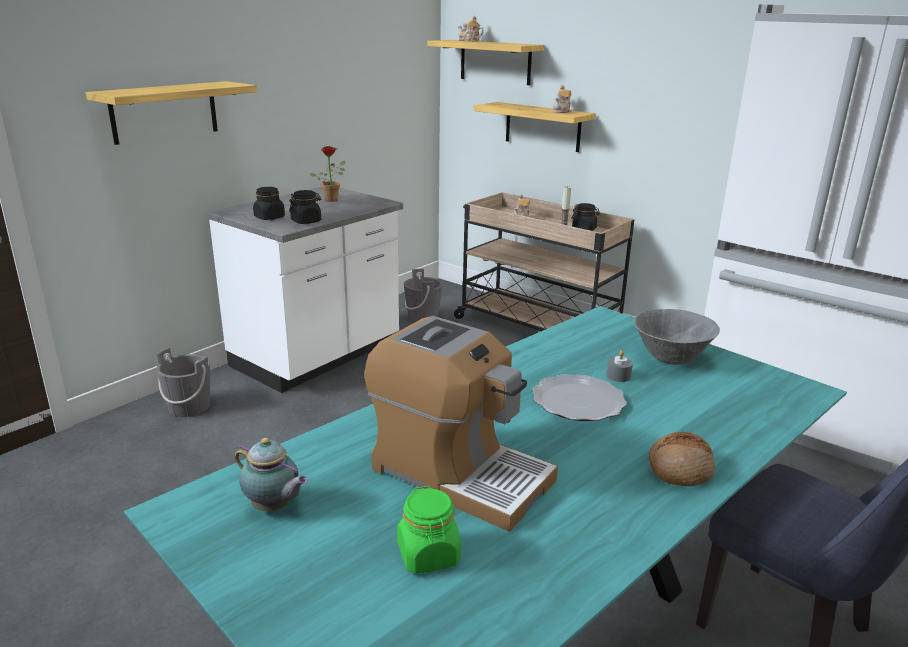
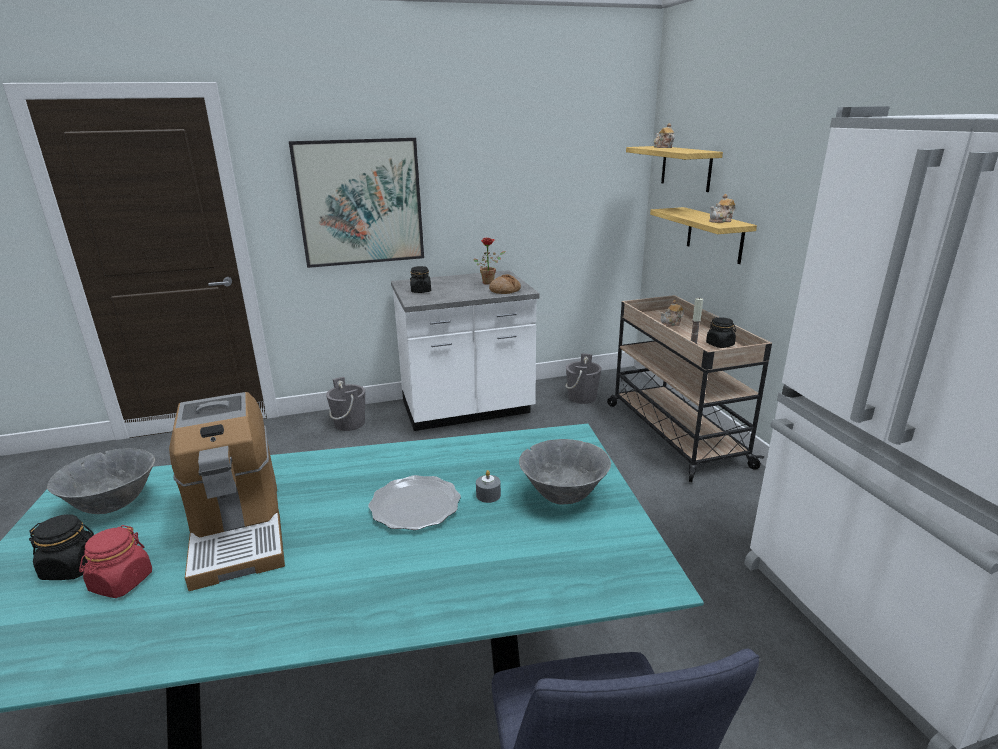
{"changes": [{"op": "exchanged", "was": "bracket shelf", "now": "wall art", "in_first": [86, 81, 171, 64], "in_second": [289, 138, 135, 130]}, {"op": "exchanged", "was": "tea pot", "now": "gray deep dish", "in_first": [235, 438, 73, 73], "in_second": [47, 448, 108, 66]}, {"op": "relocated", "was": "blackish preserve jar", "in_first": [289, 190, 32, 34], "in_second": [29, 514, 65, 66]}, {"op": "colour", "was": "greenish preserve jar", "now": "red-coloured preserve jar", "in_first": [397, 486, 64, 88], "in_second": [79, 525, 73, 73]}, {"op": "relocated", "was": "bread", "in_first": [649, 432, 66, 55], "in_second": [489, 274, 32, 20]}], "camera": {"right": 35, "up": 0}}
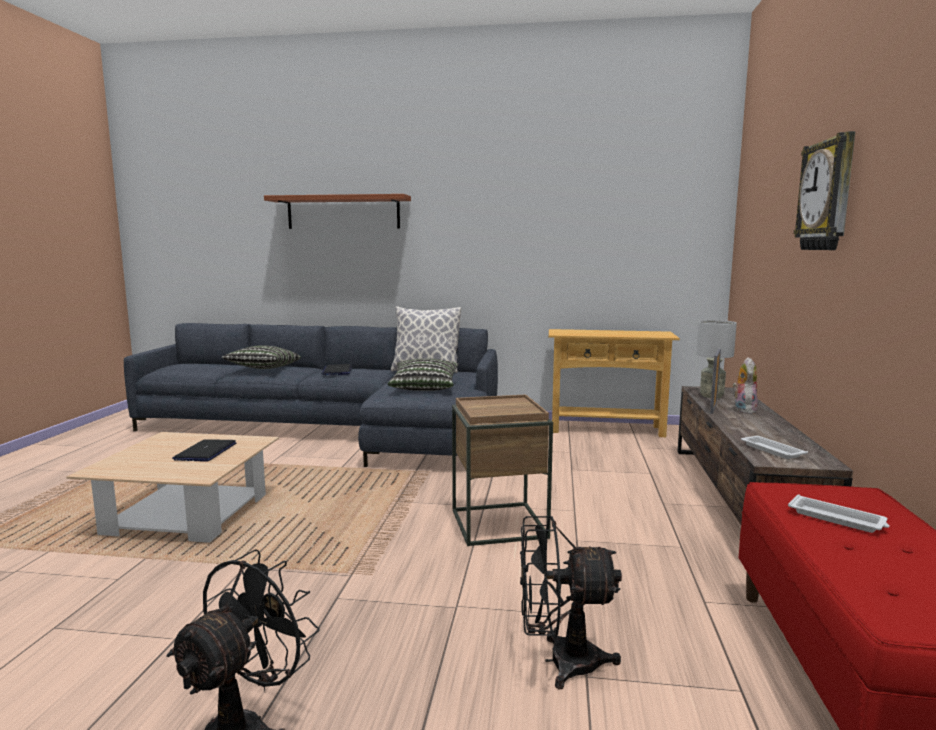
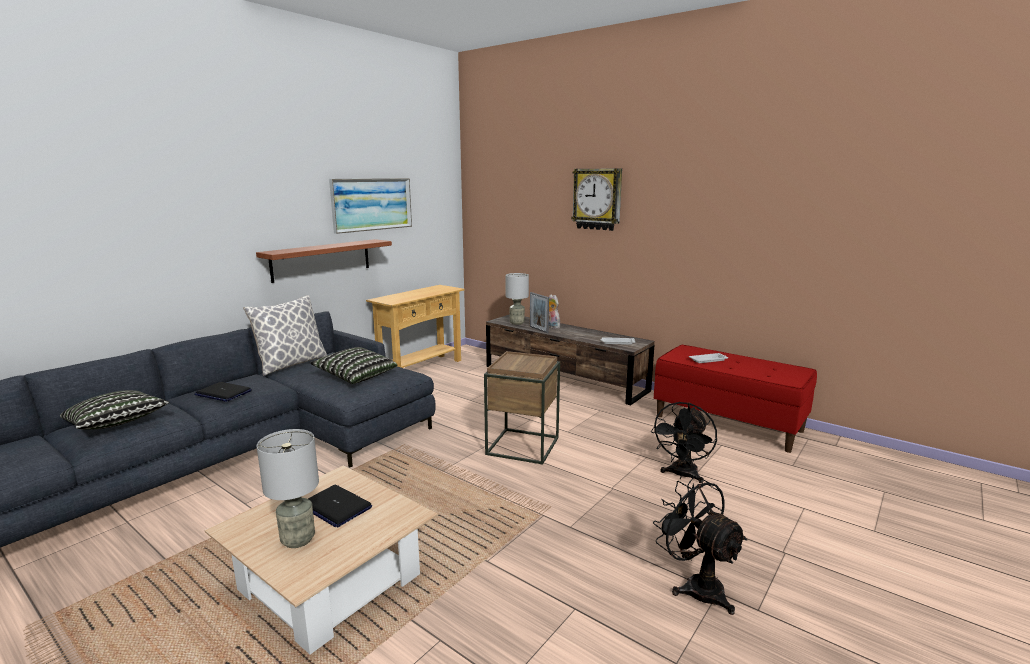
{"changes": [{"op": "relocated", "was": "bracket shelf", "in_first": [264, 194, 147, 35], "in_second": [256, 239, 136, 44]}, {"op": "appeared", "now": "gray table lamp", "in_second": [257, 429, 62, 119]}, {"op": "appeared", "now": "wall art", "in_second": [329, 178, 83, 56]}], "camera": {"right": -60, "up": 5}}
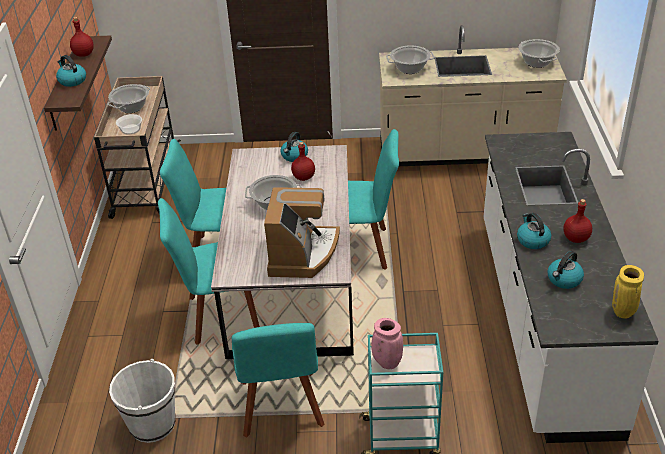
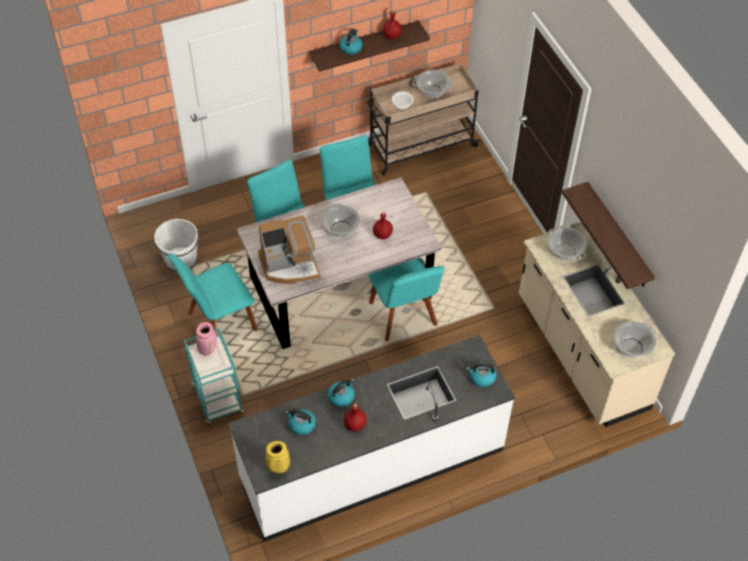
{"changes": [{"op": "relocated", "was": "tea kettle", "in_first": [280, 132, 28, 30], "in_second": [466, 363, 30, 24]}, {"op": "appeared", "now": "bracket shelf", "in_second": [562, 182, 93, 107]}], "camera": {"right": 65, "up": 15}}
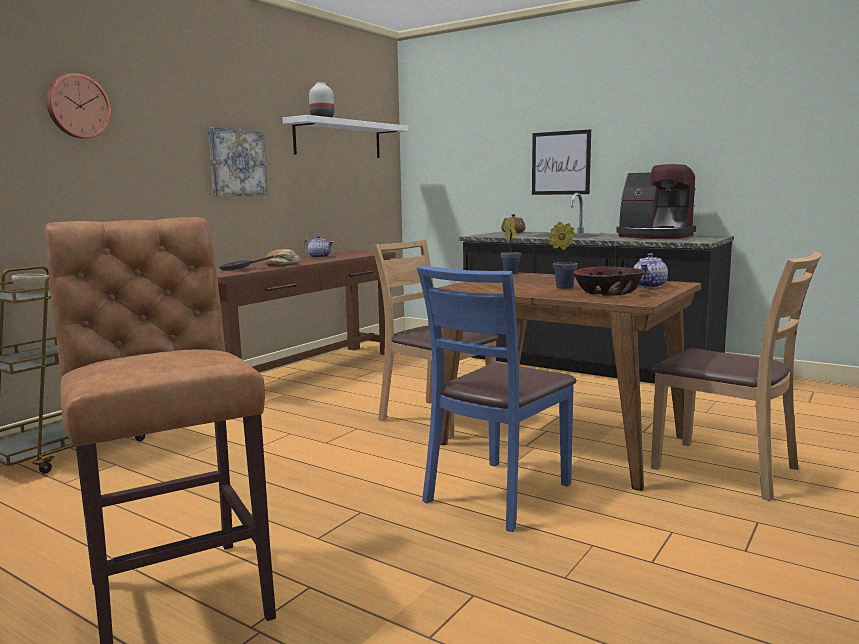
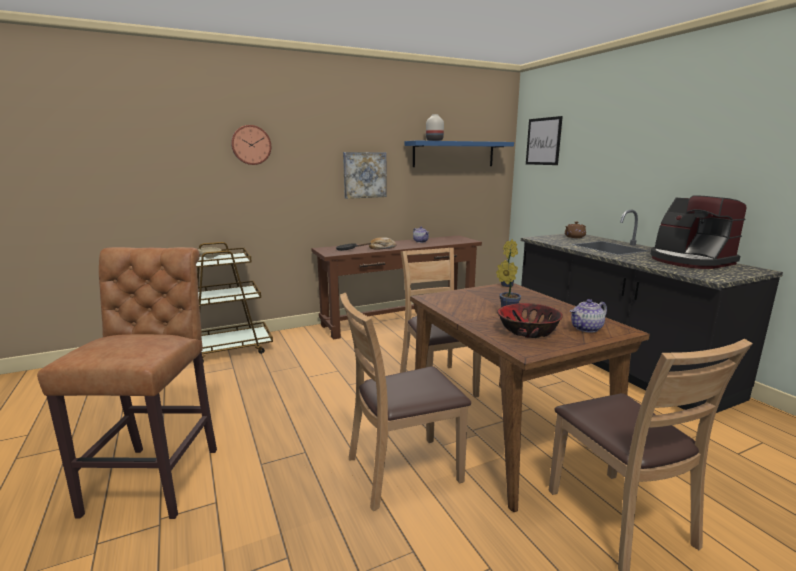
{"changes": [{"op": "colour", "was": "white bracket shelf", "now": "bluish bracket shelf", "in_first": [282, 115, 126, 43], "in_second": [405, 140, 109, 27]}, {"op": "colour", "was": "bluish upright chair", "now": "brownish upright chair", "in_first": [417, 265, 160, 267], "in_second": [340, 293, 131, 218]}, {"op": "relocated", "was": "wall art", "in_first": [532, 129, 59, 66], "in_second": [526, 116, 37, 49]}], "camera": {"right": 30, "up": 5}}
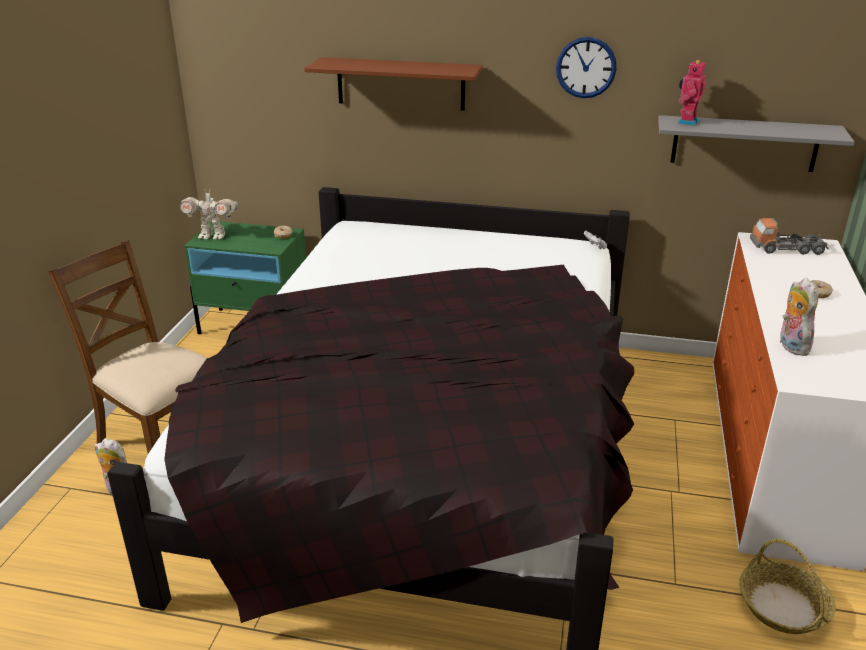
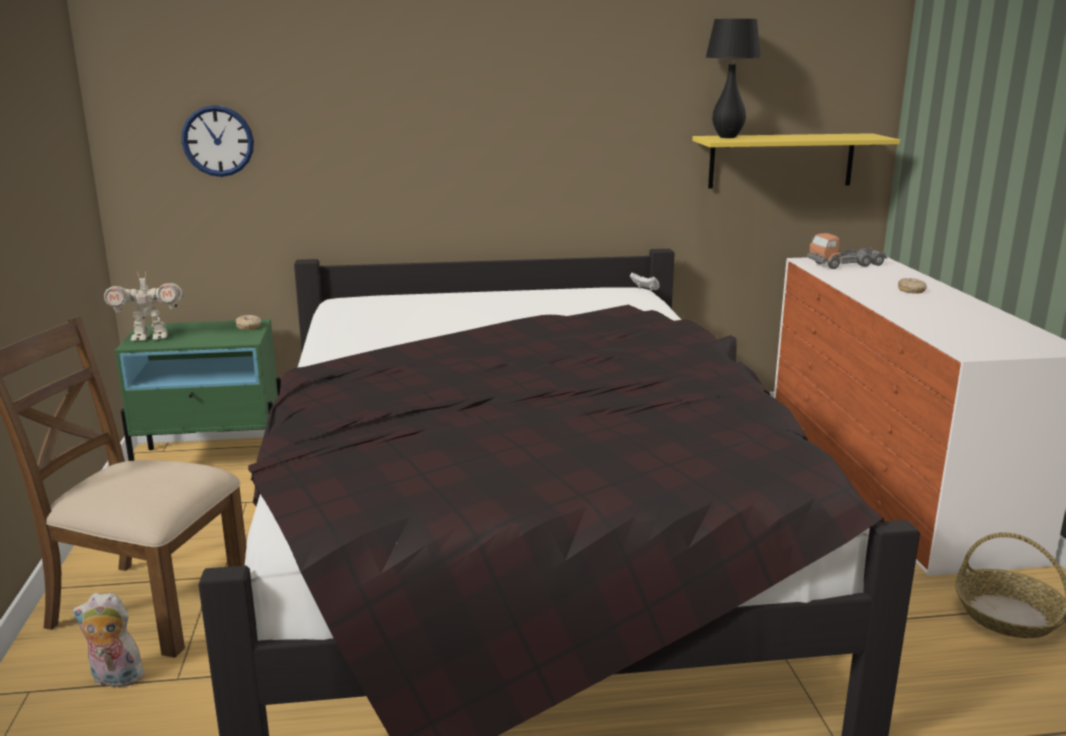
{"changes": [{"op": "missing", "was": "brownish bracket shelf", "in_first": [304, 57, 179, 54]}, {"op": "relocated", "was": "hanging clock", "in_first": [556, 37, 60, 61], "in_second": [181, 105, 73, 72]}, {"op": "colour", "was": "gray bracket shelf", "now": "yellow-coloured bracket shelf", "in_first": [658, 115, 197, 57], "in_second": [692, 133, 208, 55]}, {"op": "exchanged", "was": "toy robot", "now": "blackish table lamp", "in_first": [678, 59, 28, 67], "in_second": [706, 19, 55, 119]}, {"op": "missing", "was": "cuddly toy", "in_first": [780, 278, 38, 78]}], "camera": {"right": -20, "up": -10}}
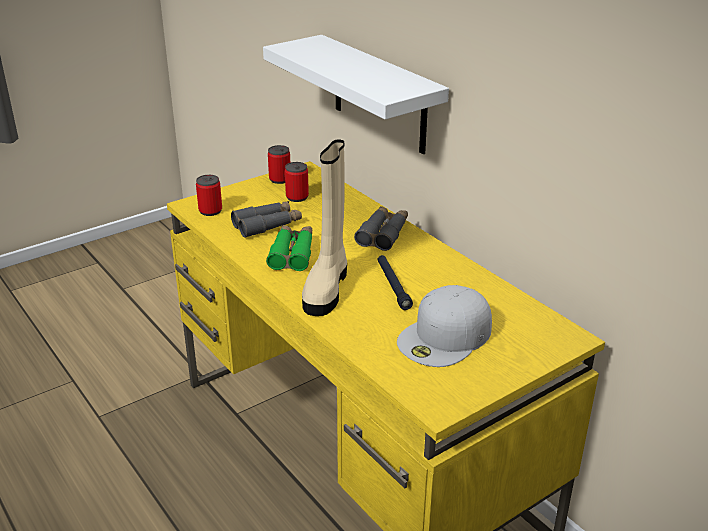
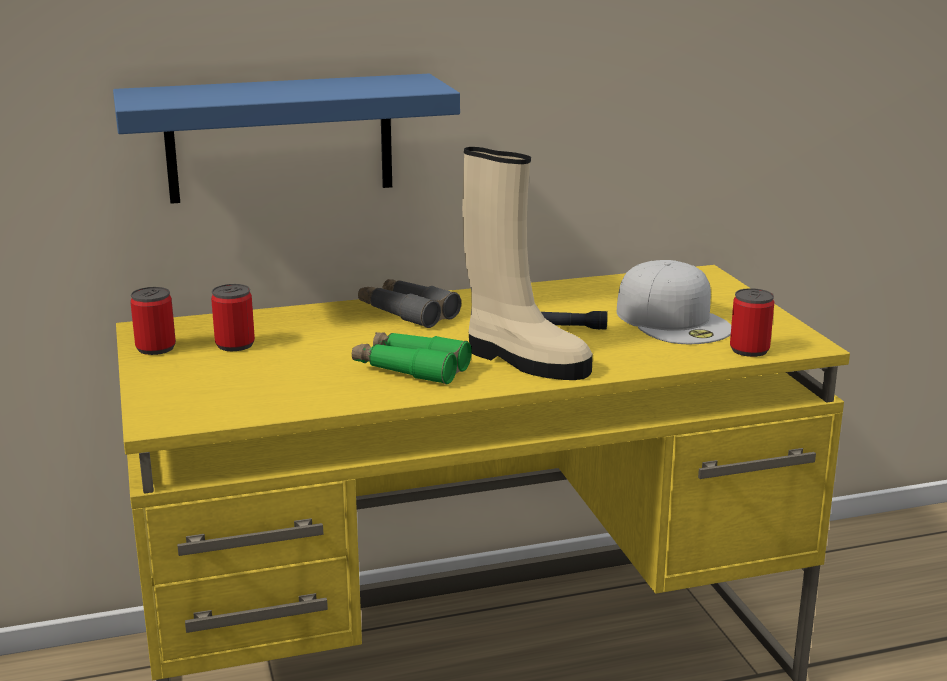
{"changes": [{"op": "relocated", "was": "can", "in_first": [196, 175, 26, 41], "in_second": [730, 288, 44, 69]}, {"op": "missing", "was": "gray pair of binoculars", "in_first": [231, 201, 71, 37]}, {"op": "colour", "was": "white bracket shelf", "now": "bluish bracket shelf", "in_first": [263, 35, 186, 119], "in_second": [113, 74, 347, 130]}], "camera": {"right": -70, "up": -10}}
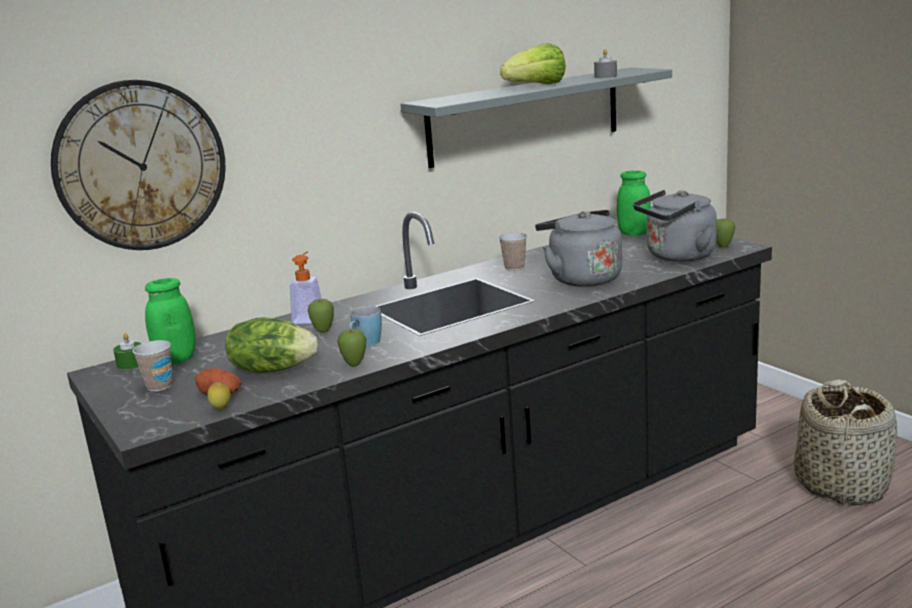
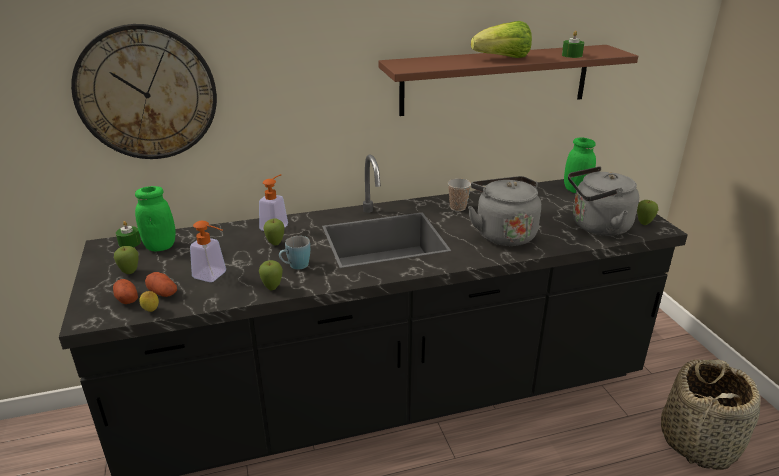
{"changes": [{"op": "exchanged", "was": "small cup", "now": "apple fruit", "in_first": [132, 340, 40, 52], "in_second": [114, 246, 24, 28]}, {"op": "exchanged", "was": "lettuce", "now": "soap dispenser", "in_first": [225, 317, 93, 56], "in_second": [190, 221, 36, 61]}, {"op": "colour", "was": "gray bracket shelf", "now": "brownish bracket shelf", "in_first": [400, 67, 272, 101], "in_second": [379, 45, 259, 71]}, {"op": "colour", "was": "gray wax light", "now": "greenish wax light", "in_first": [594, 49, 23, 29], "in_second": [562, 31, 22, 27]}, {"op": "appeared", "now": "whole potato", "in_second": [113, 279, 25, 25]}], "camera": {"right": 15, "up": 10}}
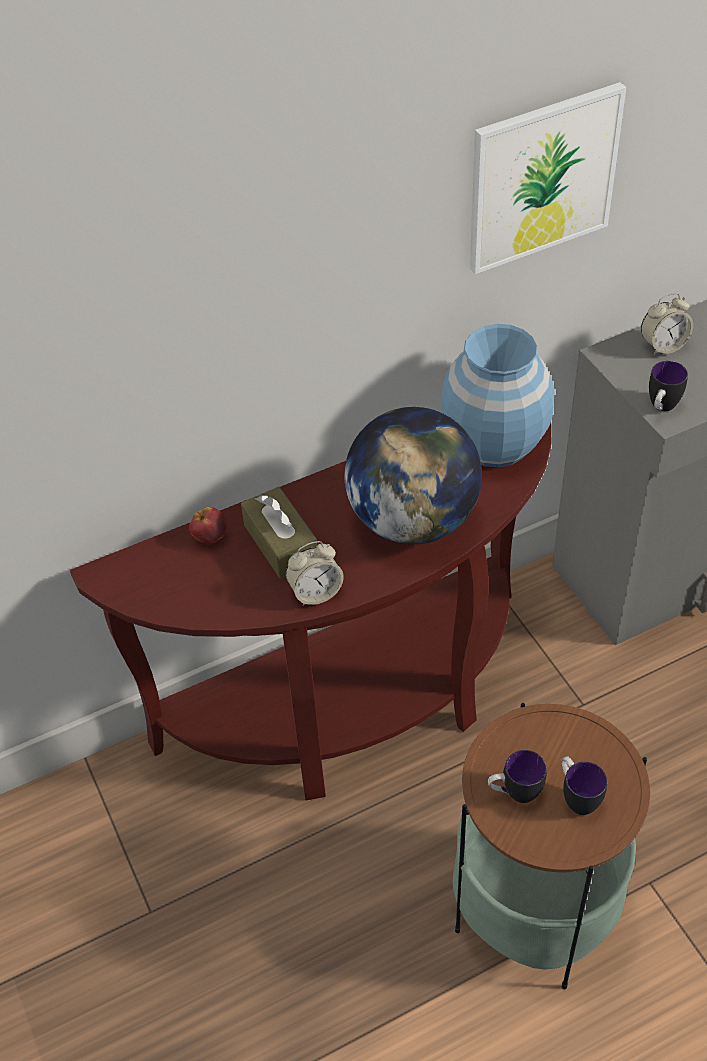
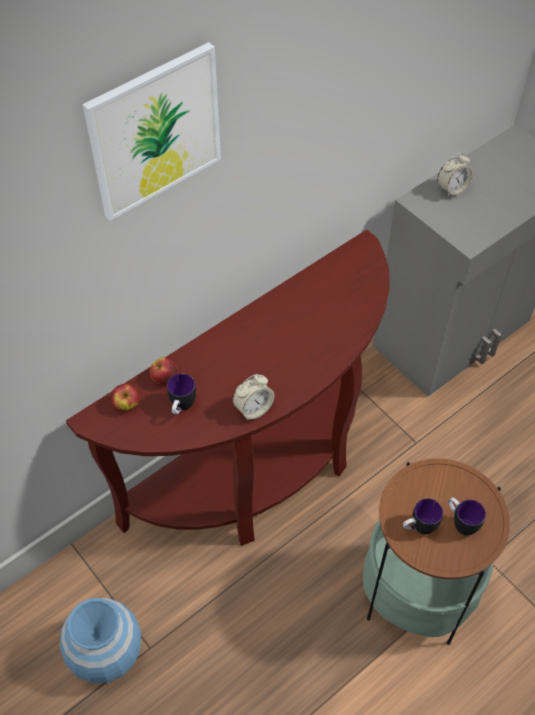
{"changes": [{"op": "missing", "was": "brownish box of tissues", "in_first": [241, 487, 76, 92]}, {"op": "missing", "was": "globe", "in_first": [344, 407, 138, 137]}, {"op": "relocated", "was": "bluish flower vase", "in_first": [440, 324, 114, 144], "in_second": [60, 598, 81, 85]}, {"op": "relocated", "was": "wall art", "in_first": [470, 82, 156, 192], "in_second": [83, 42, 138, 179]}, {"op": "relocated", "was": "tea mug", "in_first": [649, 361, 39, 50], "in_second": [167, 373, 29, 41]}, {"op": "appeared", "now": "apple fruit", "in_second": [111, 383, 28, 28]}], "camera": {"right": -15, "up": 5}}
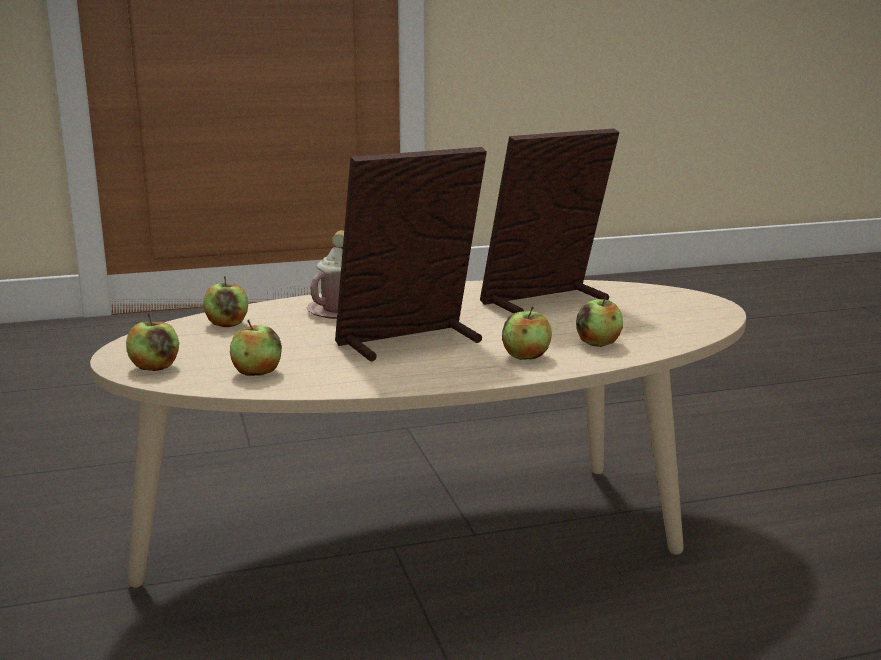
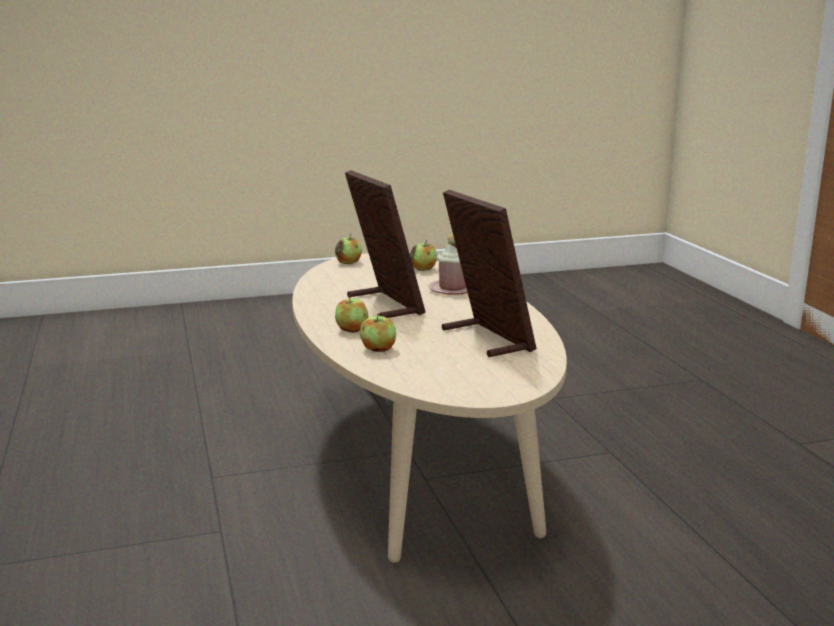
{"changes": [{"op": "missing", "was": "apple fruit", "in_first": [230, 320, 52, 56]}], "camera": {"right": 90, "up": 0}}
